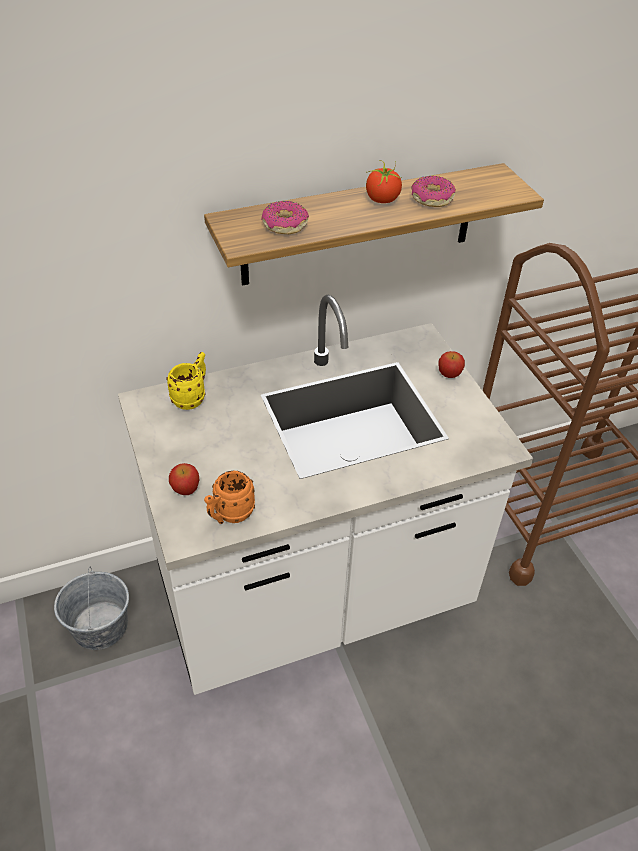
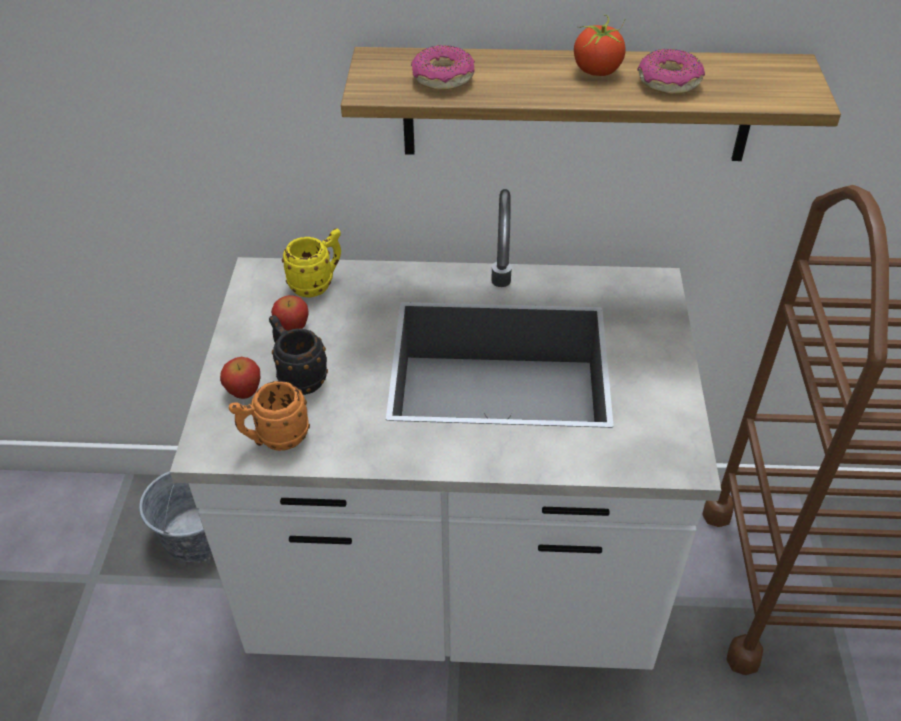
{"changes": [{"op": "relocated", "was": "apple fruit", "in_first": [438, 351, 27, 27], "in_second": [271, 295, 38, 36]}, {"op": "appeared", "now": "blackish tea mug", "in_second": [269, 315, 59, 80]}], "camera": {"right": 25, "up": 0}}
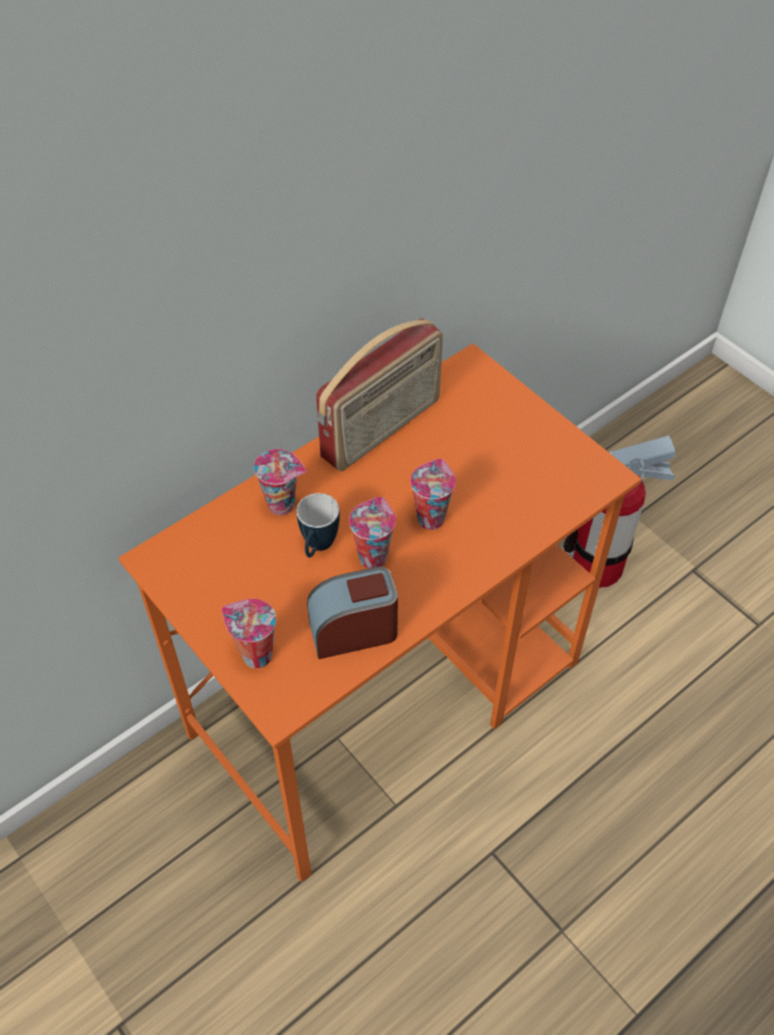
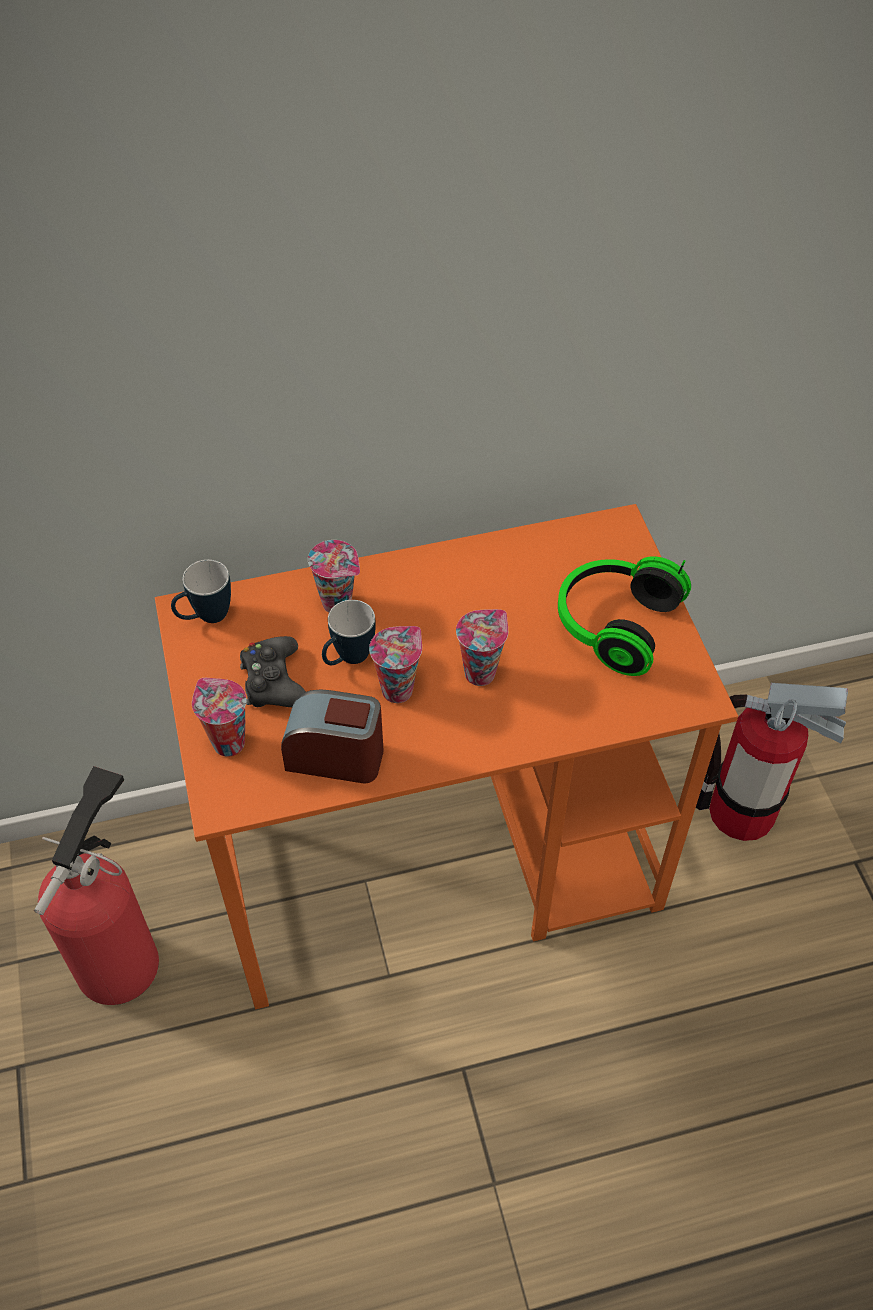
{"changes": [{"op": "missing", "was": "radio set", "in_first": [316, 318, 127, 153]}, {"op": "appeared", "now": "fire-fighting cylinder", "in_second": [34, 766, 125, 239]}, {"op": "appeared", "now": "tea mug", "in_second": [171, 560, 60, 63]}, {"op": "appeared", "now": "blackish gamepad", "in_second": [240, 636, 66, 71]}, {"op": "appeared", "now": "headphones", "in_second": [558, 556, 133, 120]}], "camera": {"right": 25, "up": 0}}
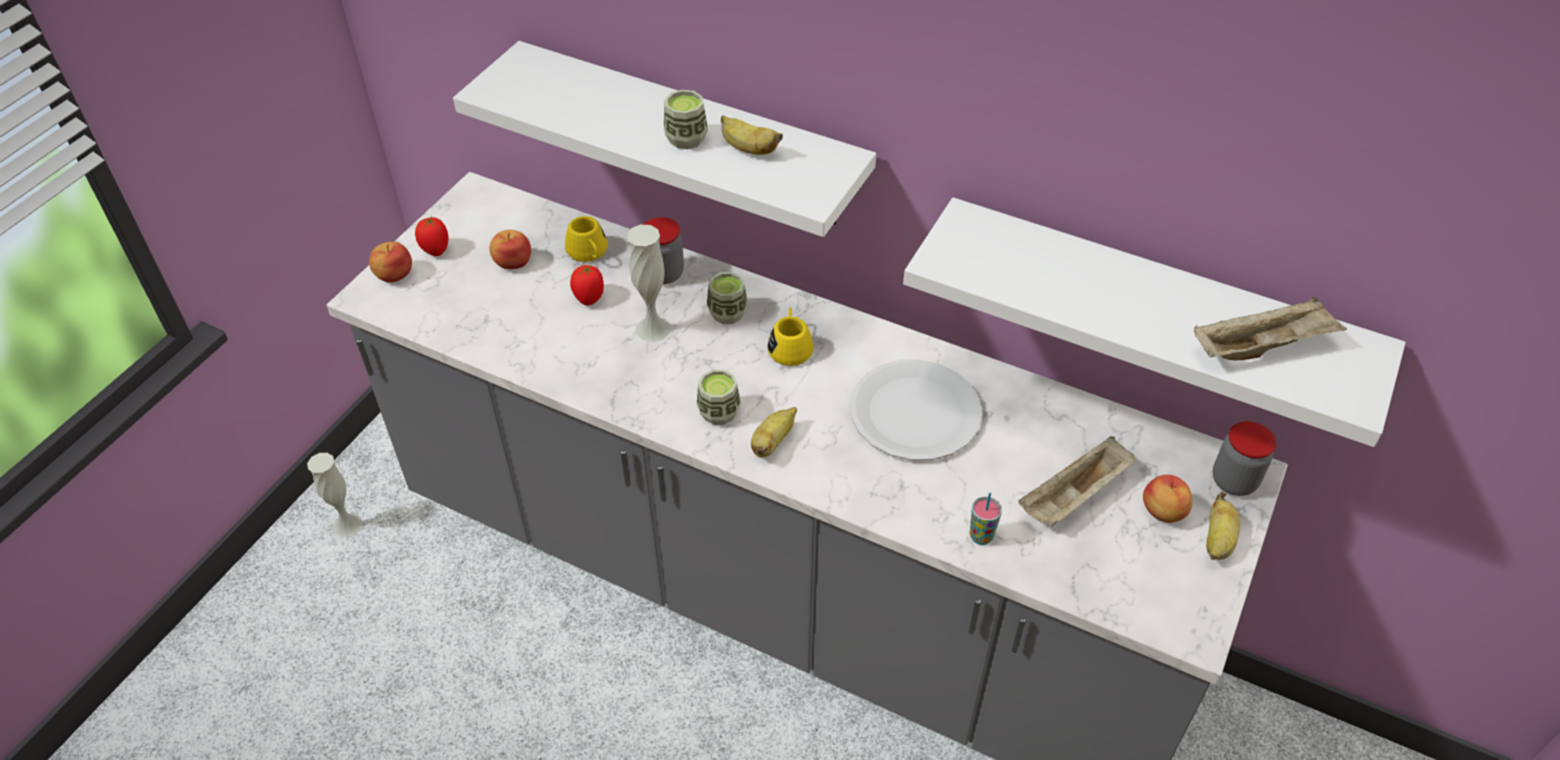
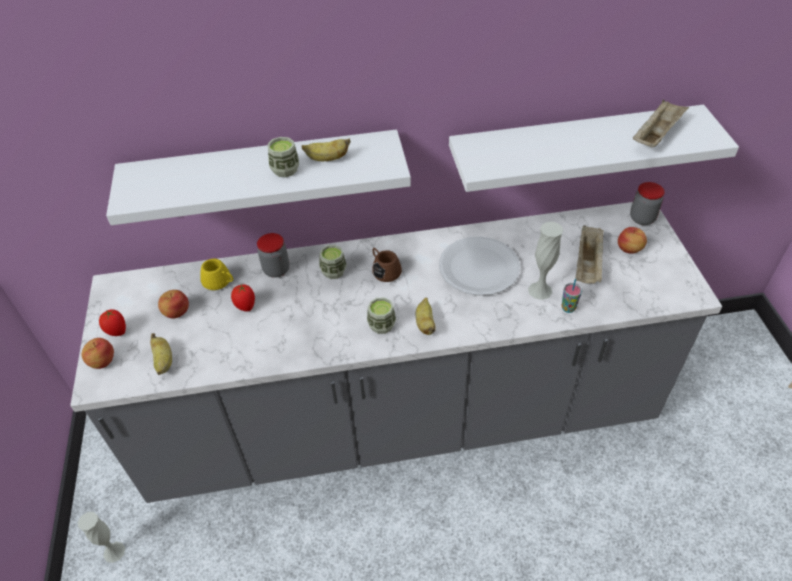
{"changes": [{"op": "relocated", "was": "white flower vase", "in_first": [627, 225, 44, 117], "in_second": [528, 222, 35, 78]}, {"op": "colour", "was": "yellow-coloured tea mug", "now": "brownish tea mug", "in_first": [767, 307, 46, 59], "in_second": [372, 248, 30, 34]}, {"op": "relocated", "was": "whole banana", "in_first": [1206, 492, 34, 68], "in_second": [150, 333, 22, 42]}], "camera": {"right": -35, "up": 0}}
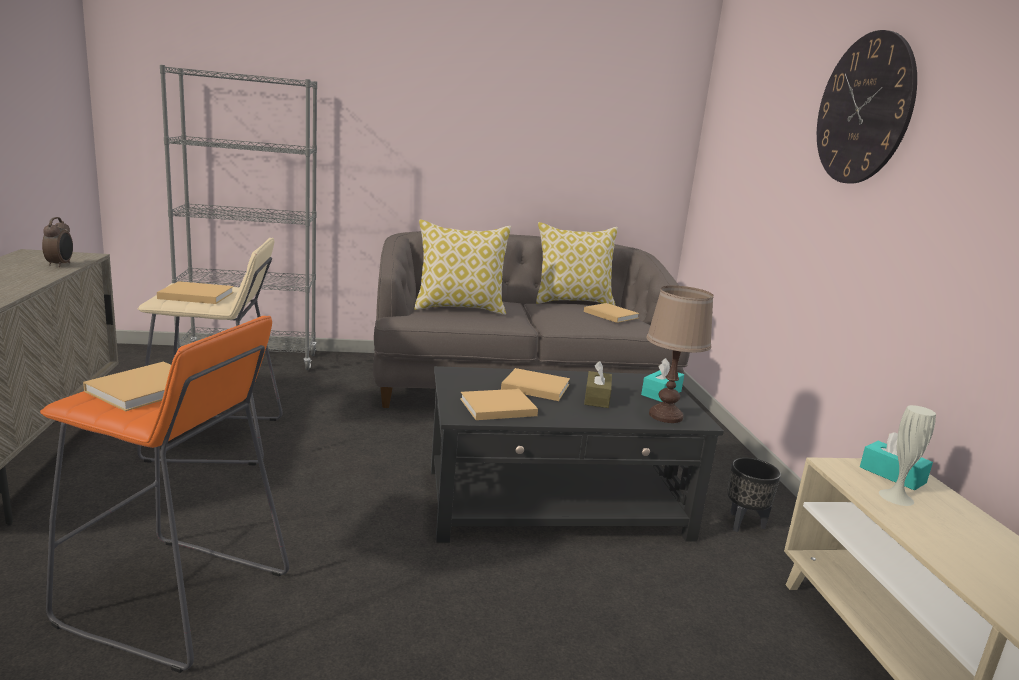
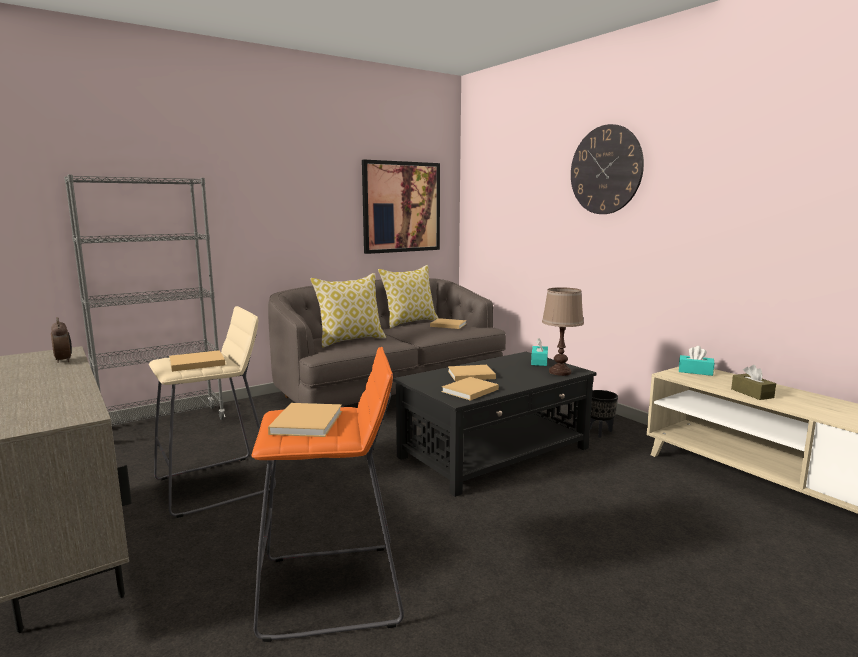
{"changes": [{"op": "relocated", "was": "brownish box of tissues", "in_first": [584, 361, 28, 47], "in_second": [731, 365, 45, 35]}, {"op": "missing", "was": "white flower vase", "in_first": [879, 405, 57, 101]}, {"op": "appeared", "now": "wall art", "in_second": [362, 160, 78, 94]}], "camera": {"right": -25, "up": -5}}
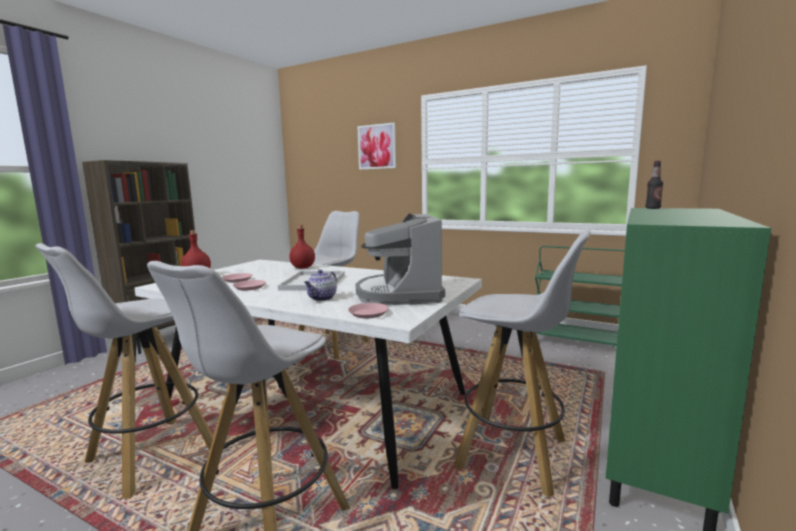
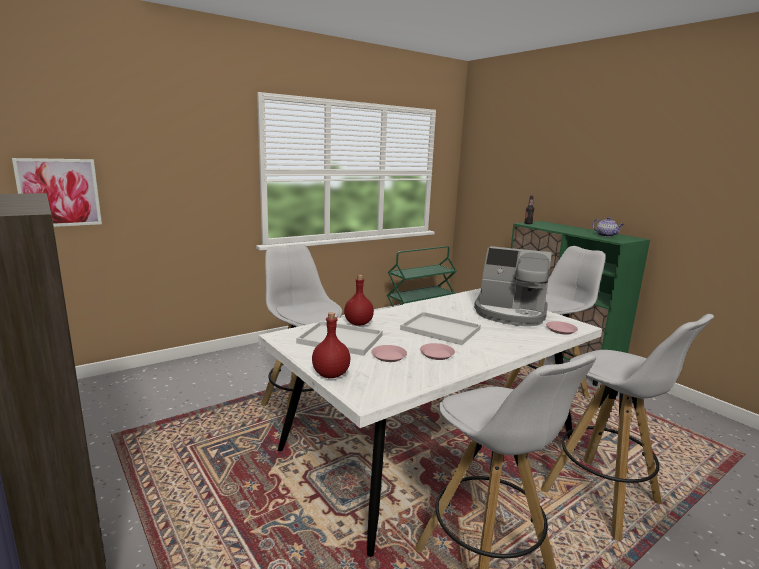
{"changes": [{"op": "relocated", "was": "tea pot", "in_first": [304, 270, 33, 31], "in_second": [592, 217, 32, 20]}, {"op": "relocated", "was": "wall art", "in_first": [357, 123, 39, 47], "in_second": [12, 158, 90, 69]}, {"op": "appeared", "now": "white tray", "in_second": [296, 321, 87, 35]}], "camera": {"right": -65, "up": 5}}
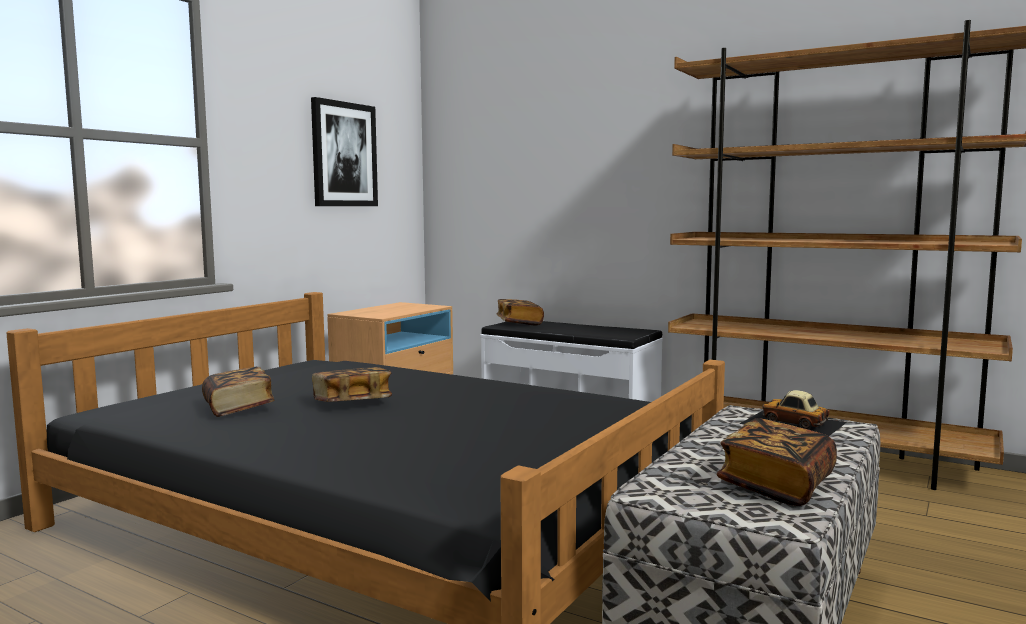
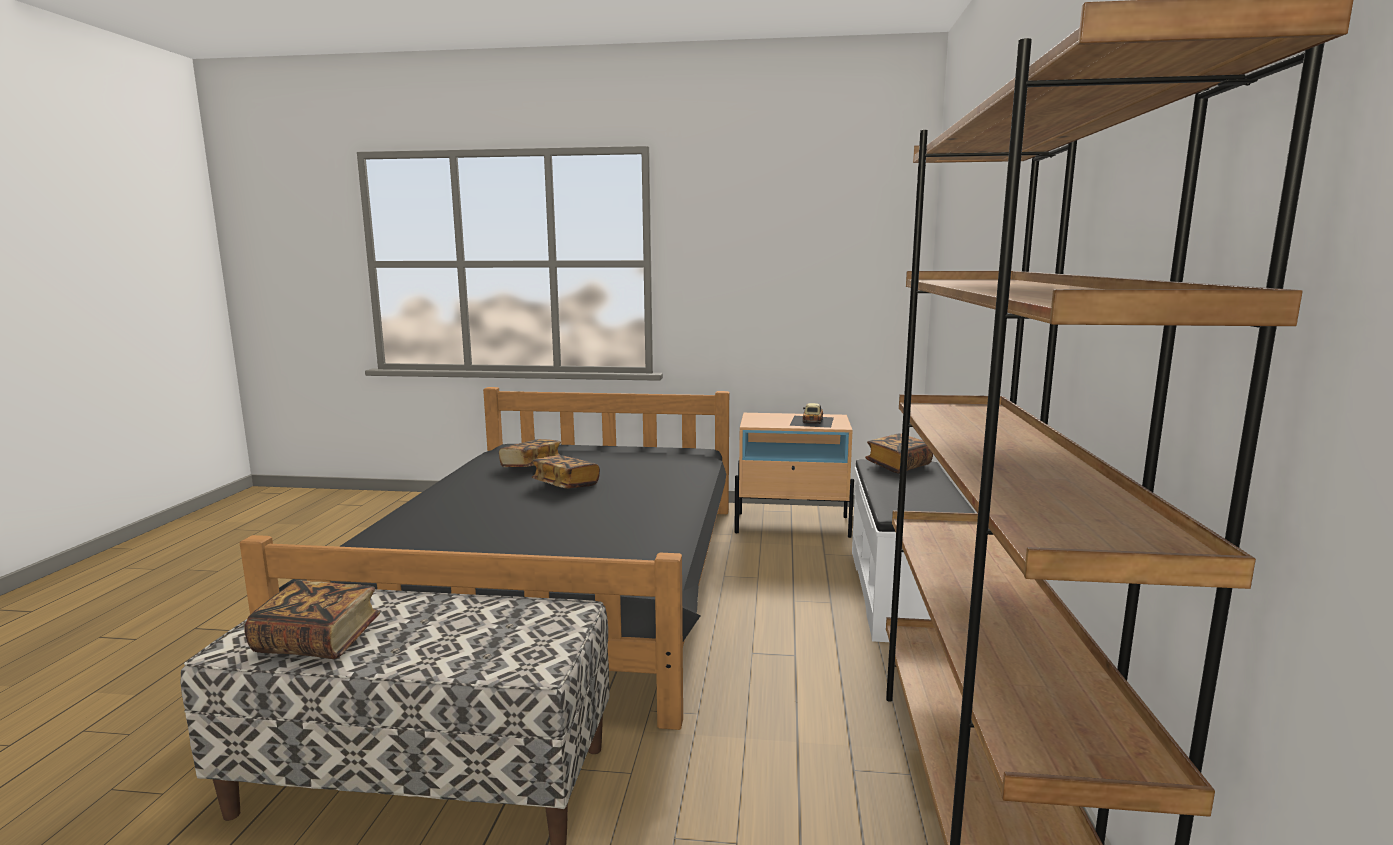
{"changes": [{"op": "missing", "was": "wall art", "in_first": [311, 97, 67, 109]}, {"op": "relocated", "was": "miniature car", "in_first": [740, 390, 107, 46], "in_second": [789, 403, 45, 25]}], "camera": {"right": 65, "up": 5}}
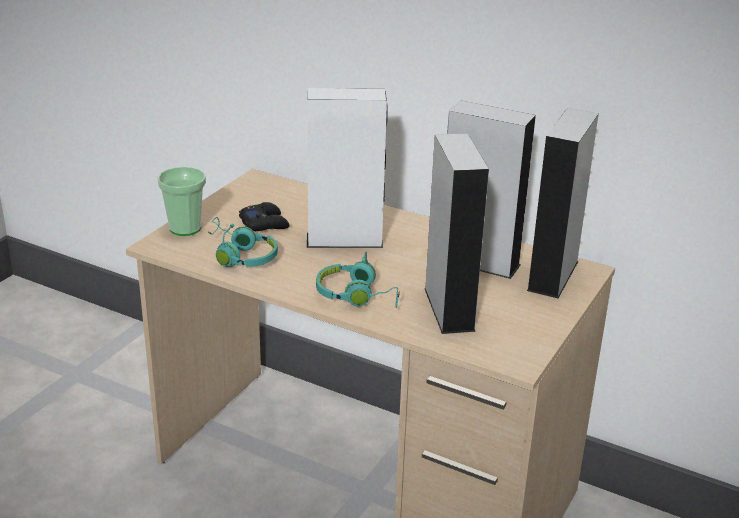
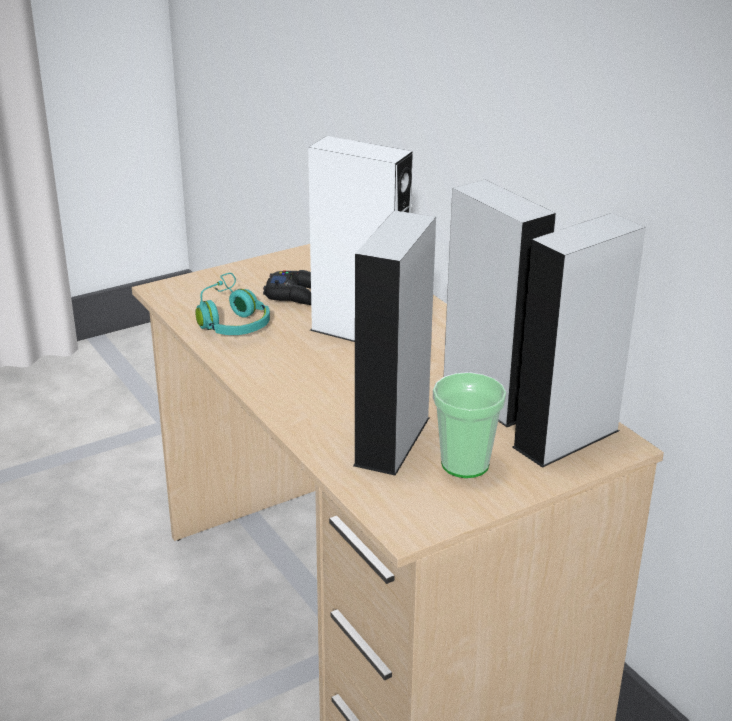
{"changes": [{"op": "relocated", "was": "small cup", "in_first": [157, 167, 49, 69], "in_second": [433, 372, 73, 106]}, {"op": "missing", "was": "turquoise headphones", "in_first": [316, 252, 83, 56]}], "camera": {"right": 30, "up": 0}}
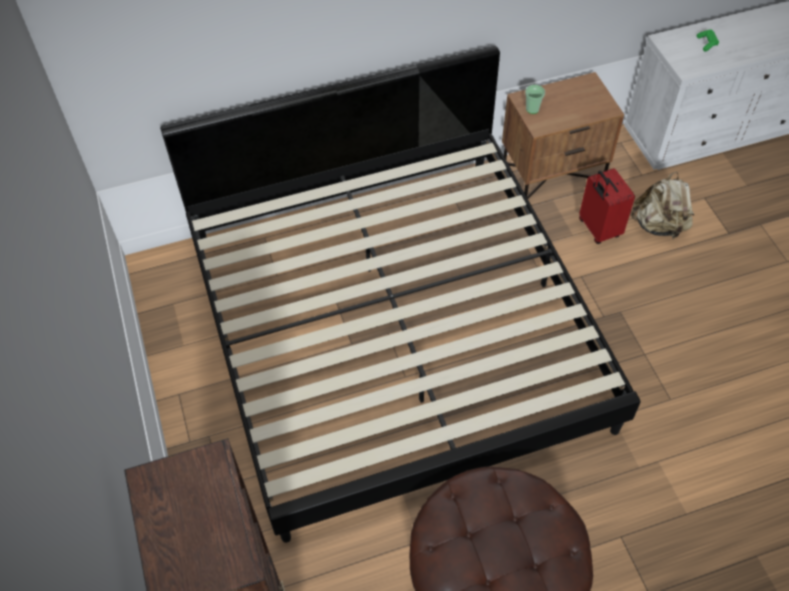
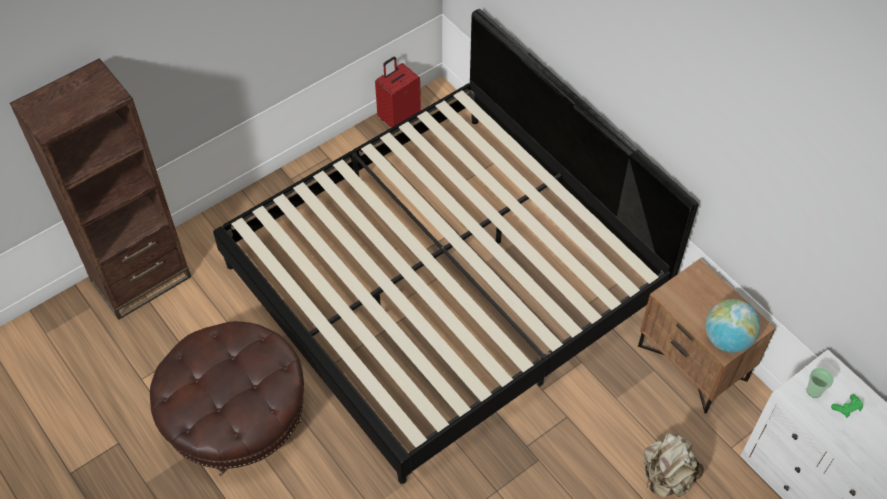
{"changes": [{"op": "relocated", "was": "small cup", "in_first": [525, 85, 20, 29], "in_second": [807, 368, 27, 30]}, {"op": "relocated", "was": "red-coloured piece of luggage", "in_first": [579, 168, 56, 76], "in_second": [375, 56, 46, 72]}, {"op": "appeared", "now": "globe", "in_second": [705, 299, 55, 54]}], "camera": {"right": 70, "up": 0}}
